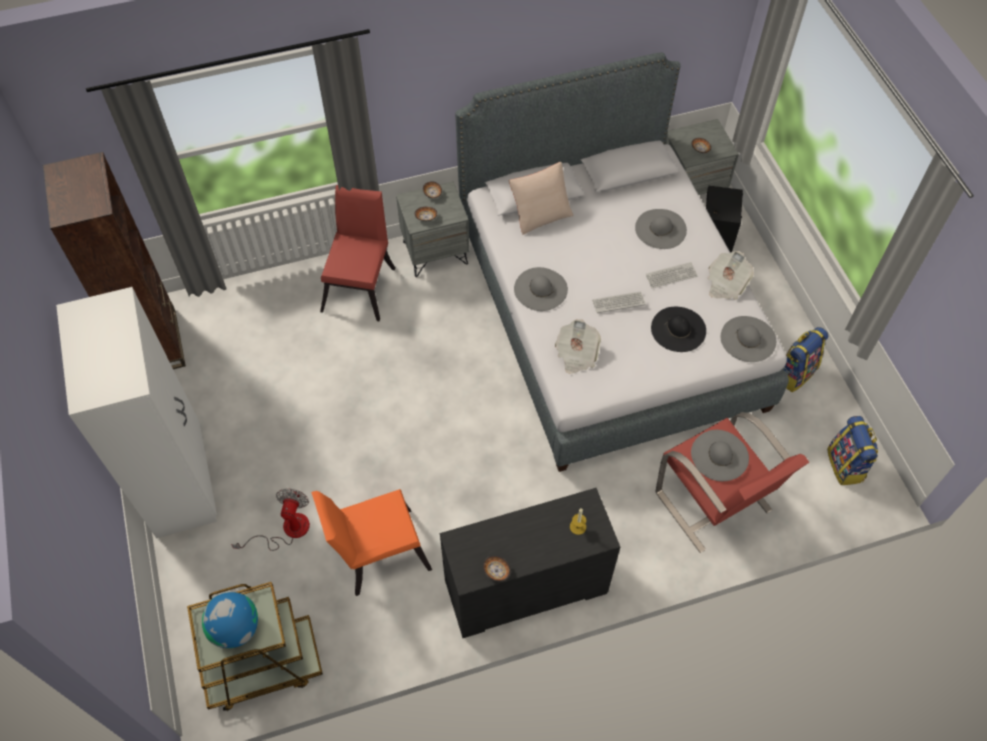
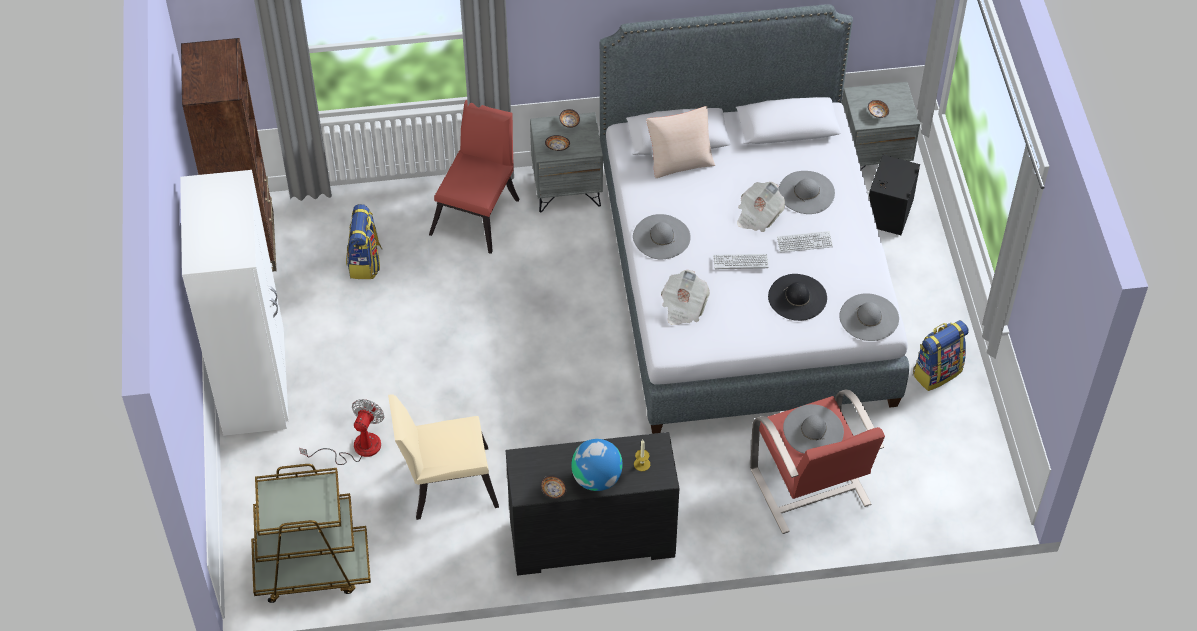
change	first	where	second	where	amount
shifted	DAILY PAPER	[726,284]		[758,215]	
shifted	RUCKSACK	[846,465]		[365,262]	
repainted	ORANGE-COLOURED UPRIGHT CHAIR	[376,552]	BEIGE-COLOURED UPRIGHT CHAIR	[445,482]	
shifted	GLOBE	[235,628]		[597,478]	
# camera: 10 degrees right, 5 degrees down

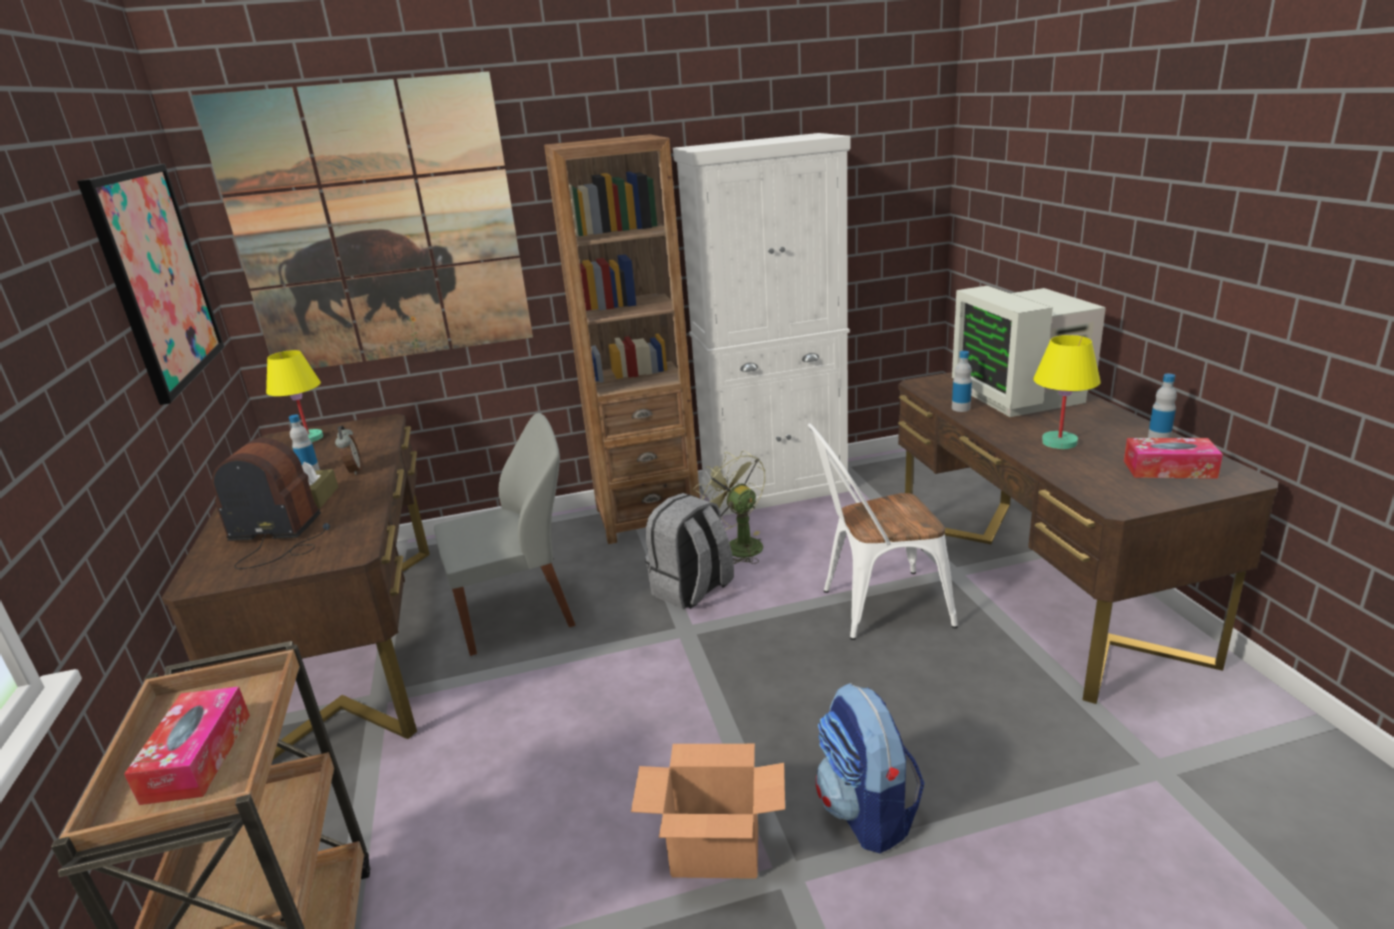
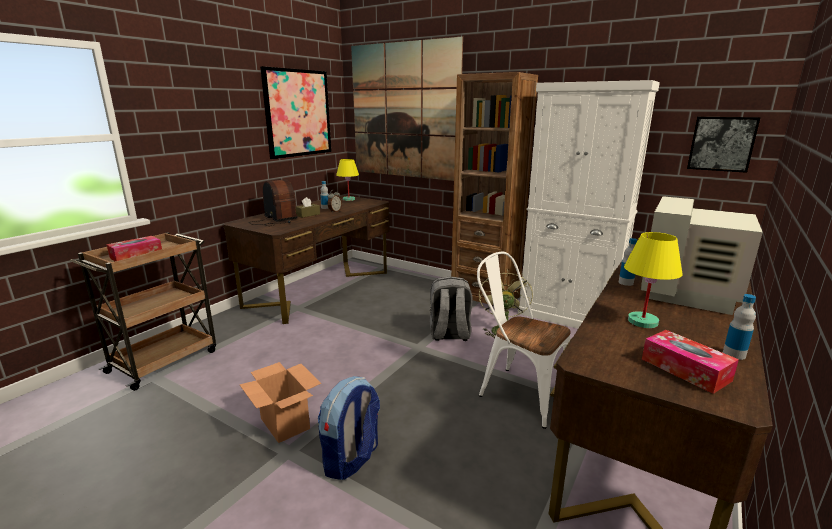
change	first	where	second	where	amount
gone	GREY UPRIGHT CHAIR	[518,614]			
new			WALL PICTURE	[721,143]	
# camera: 45 degrees right, 5 degrees down

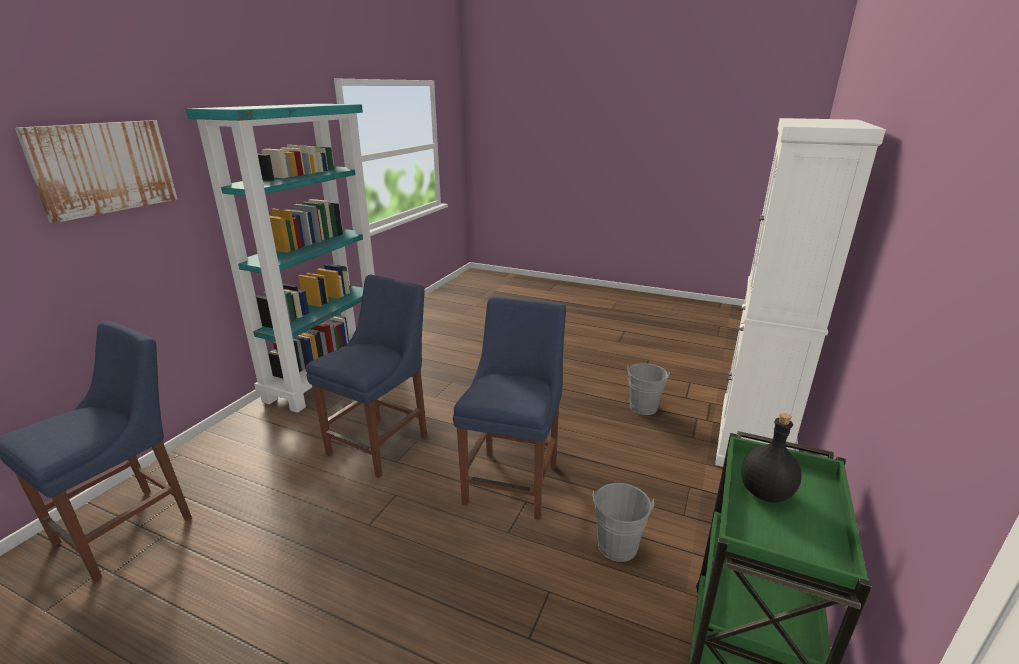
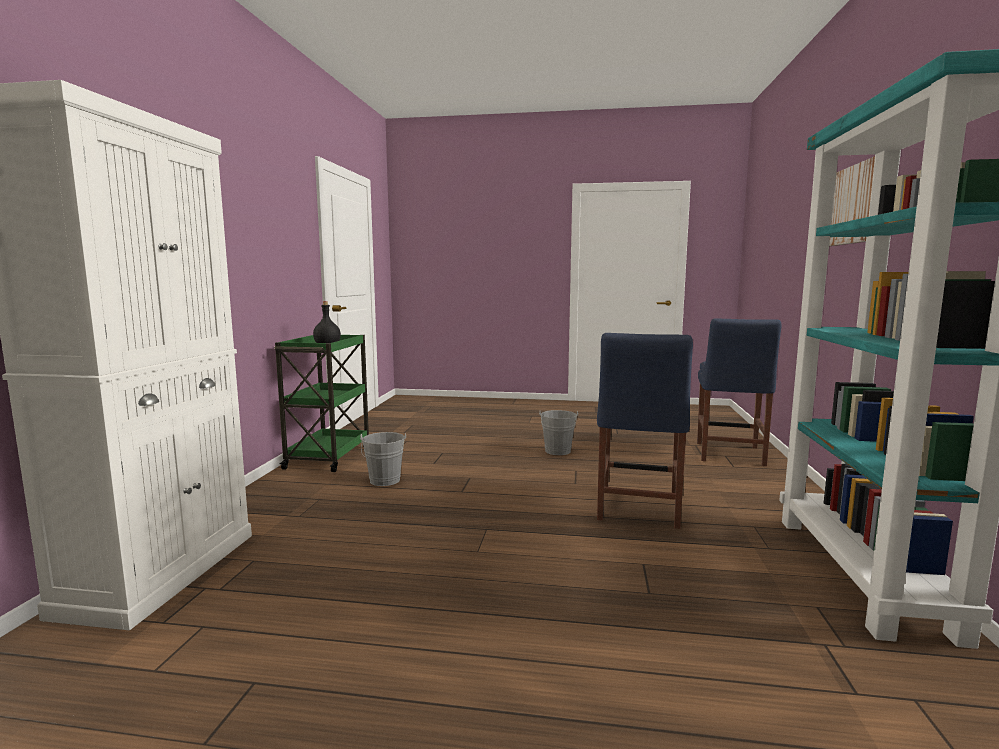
change	first	where	second	where	amount
gone	BLUE UPRIGHT CHAIR	[513,480]			
shifted	GREY PAIL	[643,405]		[557,452]	
# camera: 165 degrees right, 15 degrees down

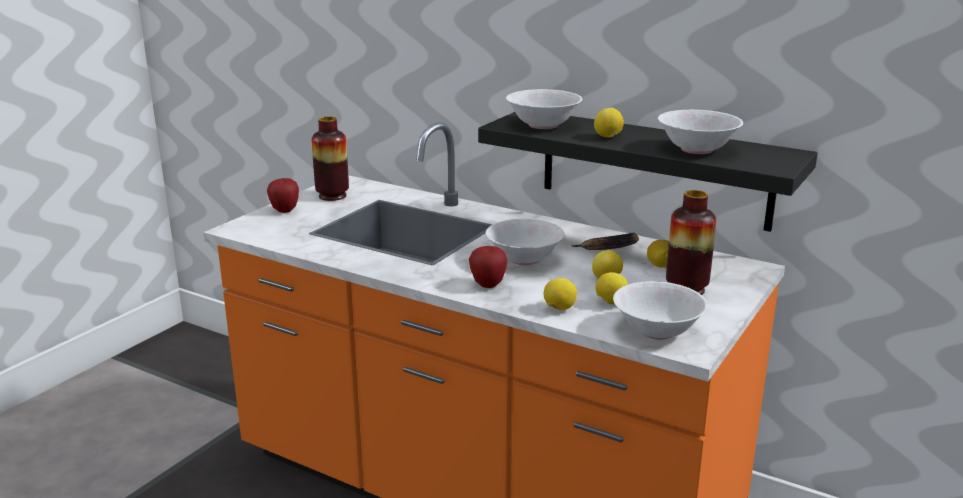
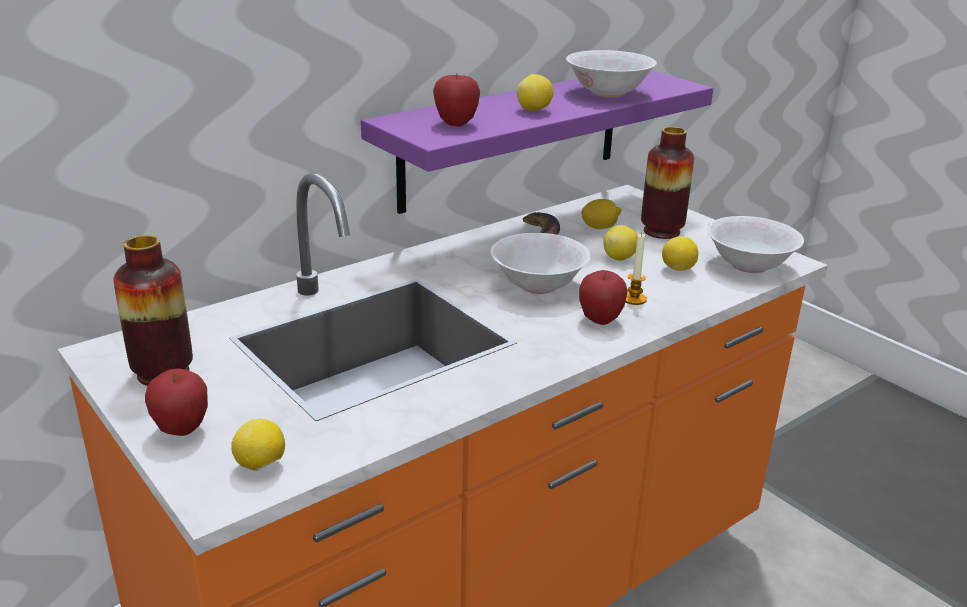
change	first	where	second	where	amount
swapped	WHITE-COLOURED DEEP DISH	[542,125]	APPLE FRUIT	[456,123]	
repainted	BLACK-COLOURED BRACKET SHELF	[654,168]	PURPLE-COLOURED BRACKET SHELF	[513,137]	
shifted	CITRUS FRUIT	[559,308]		[261,465]	
new			WAX CANDLE	[634,299]	
# camera: 70 degrees left, 5 degrees up

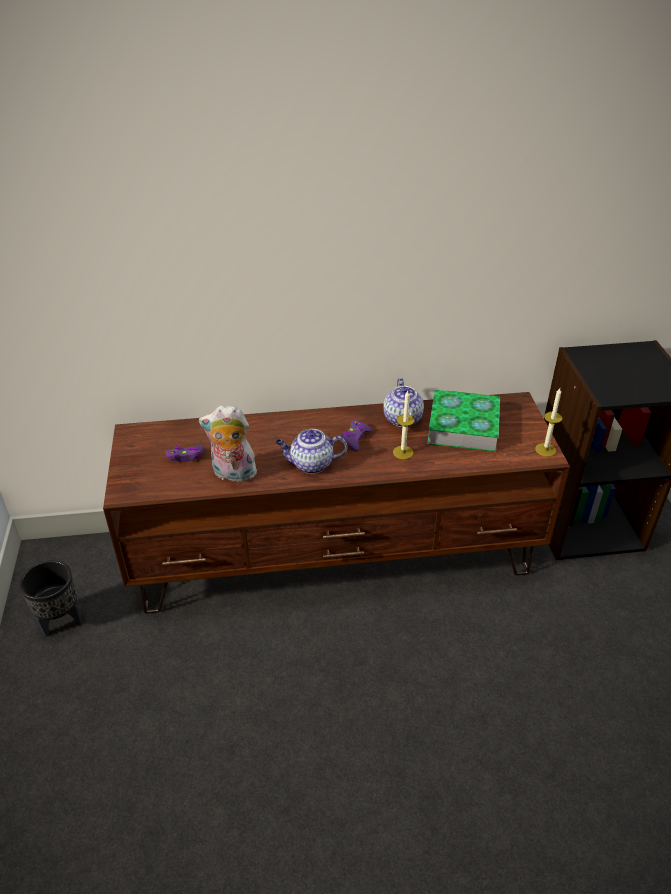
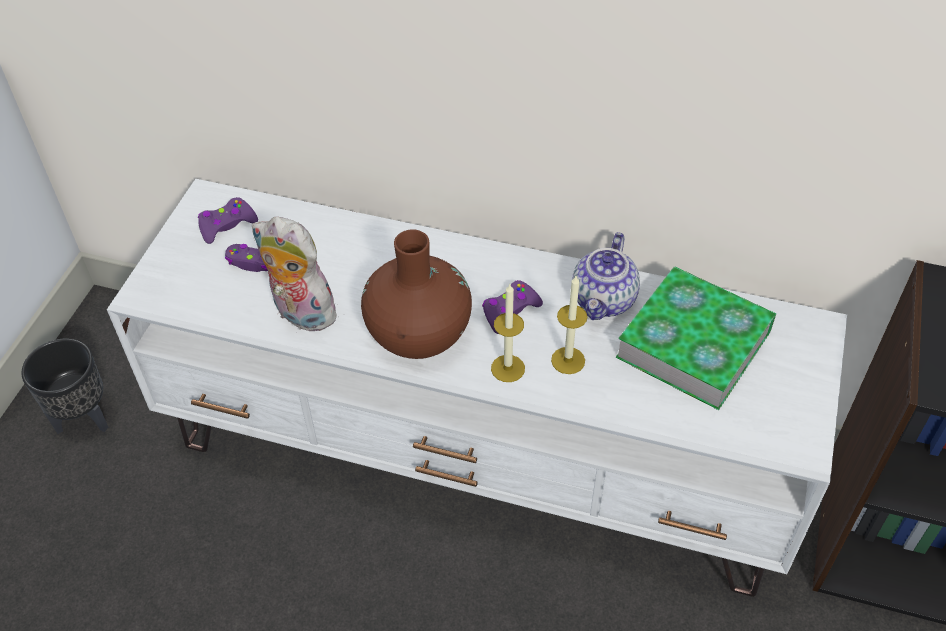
change	first	where	second	where	amount
shifted	WAX CANDLE	[545,450]		[508,368]	
repainted	BROWNISH MEDIA CONSOLE	[336,556]	WHITE-COLOURED MEDIA CONSOLE	[478,457]	
swapped	TEA POT	[311,464]	BROWNISH FLOWER VASE	[418,334]	
new			PURPLE-COLOURED GAMEPAD	[227,225]	
# camera: 25 degrees right, 10 degrees up

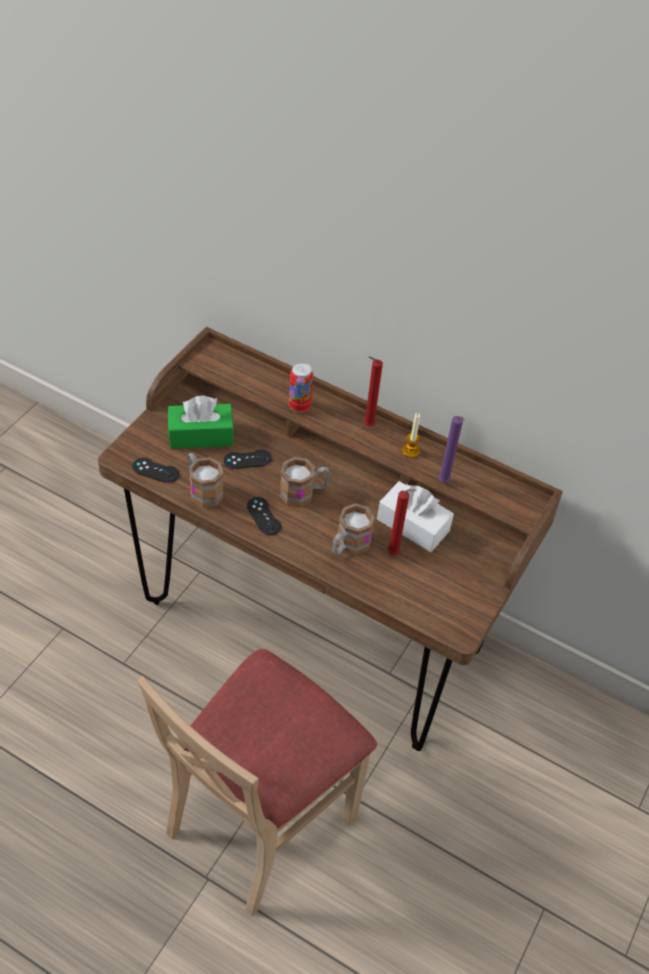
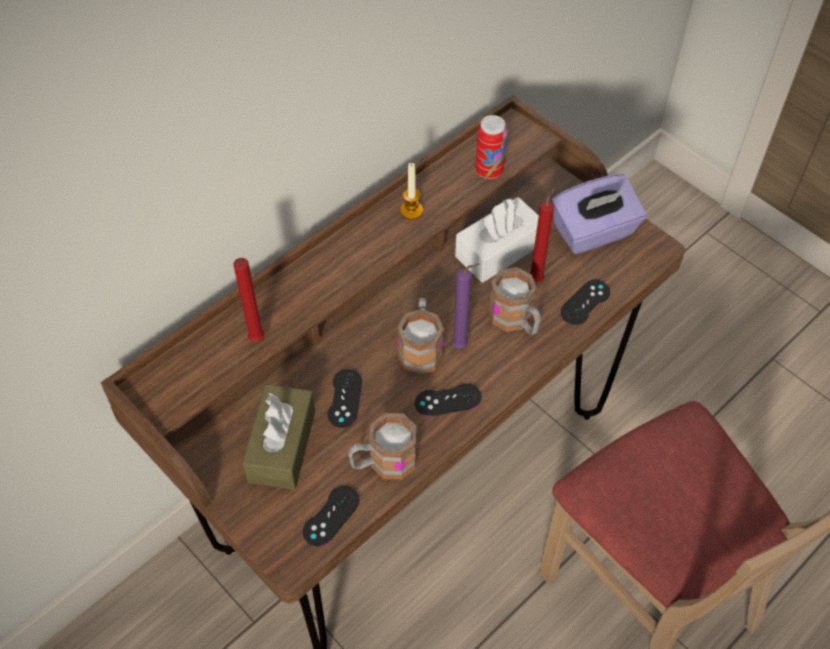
change	first	where	second	where	amount
shifted	RED-COLOURED WAX CANDLE	[367,425]		[256,341]	
shifted	CAN	[299,406]		[489,171]	
repainted	GREEN TISSUE BOX	[201,435]	BROWNISH TISSUE BOX	[282,446]	
shifted	PURPLE-COLOURED WAX CANDLE	[444,483]		[462,345]	
new			PURPLE-COLOURED TISSUE BOX	[594,232]	
new			BLACK-COLOURED GAMEPAD	[585,302]	
# camera: 70 degrees left, 5 degrees up

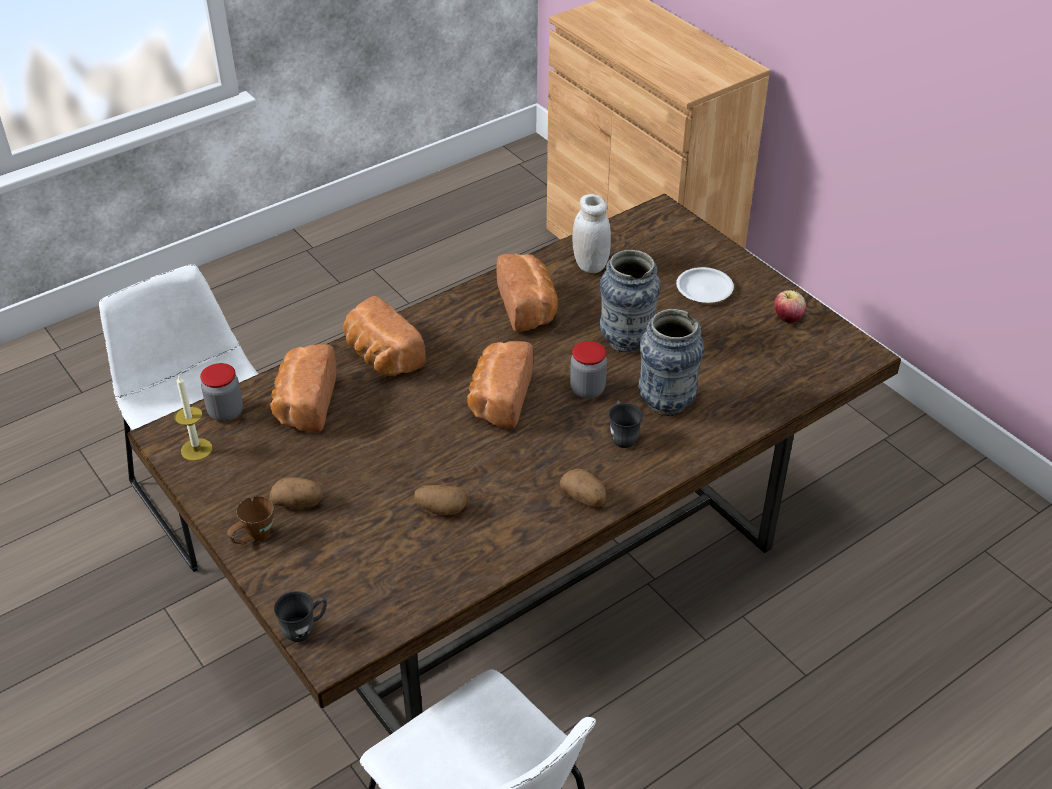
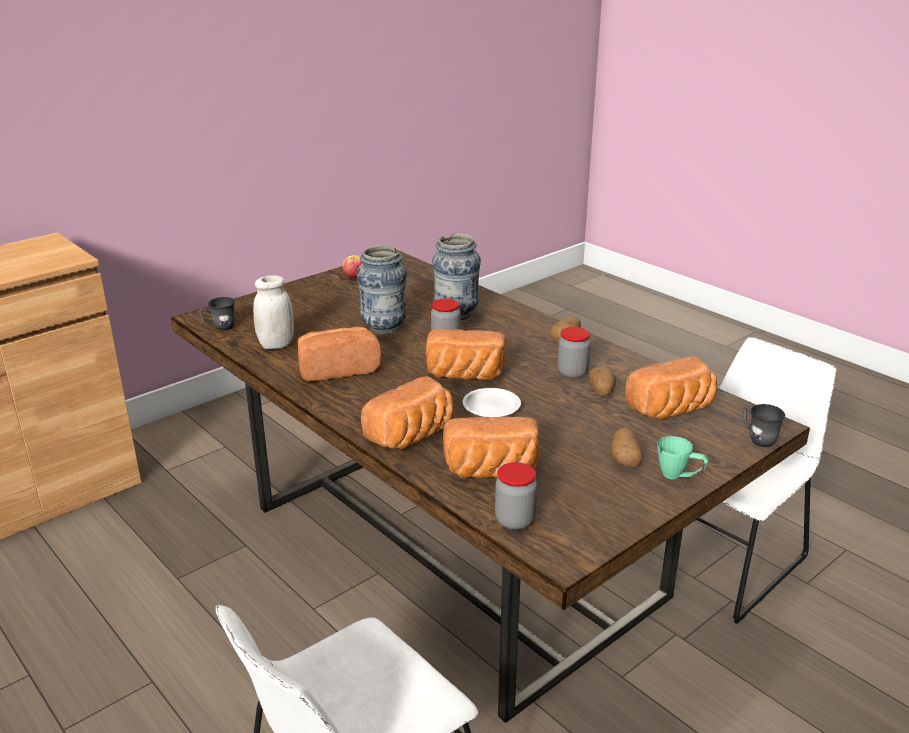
change	first	where	second	where	amount
shifted	WHITE-COLOURED PLATE	[704,288]		[491,407]	
gone	WAX CANDLE	[196,449]			
shifted	GREY COFFEE MUG	[622,436]		[219,327]	
repainted	BROWNISH COFFEE MUG	[253,539]	GREEN COFFEE MUG	[679,477]	
new			STORAGE JAR	[572,373]	
new			BAKED BREAD	[673,410]	
# camera: 95 degrees left, 15 degrees down

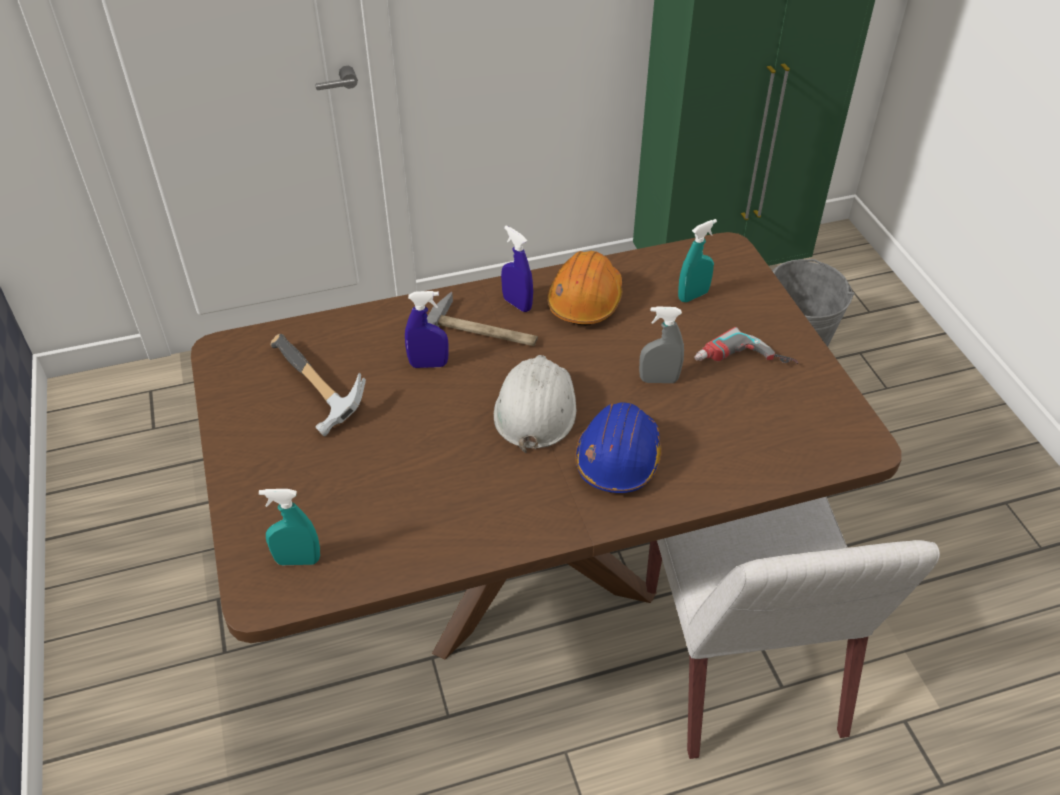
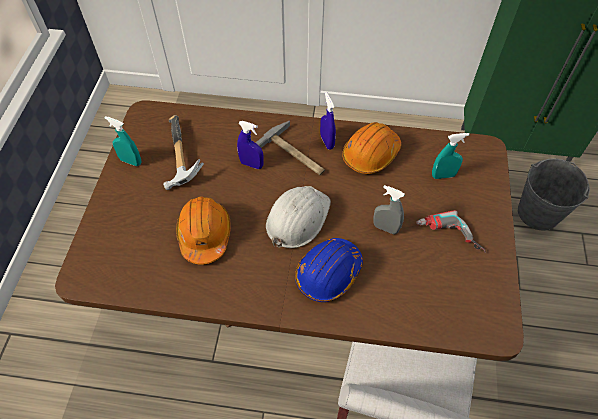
change	first	where	second	where	amount
shifted	BLUE-GREEN SPRAY BOTTLE	[298,560]		[131,161]	
new			ORANGE-COLOURED WORK HELMET	[204,234]	
# camera: 25 degrees right, 10 degrees up

